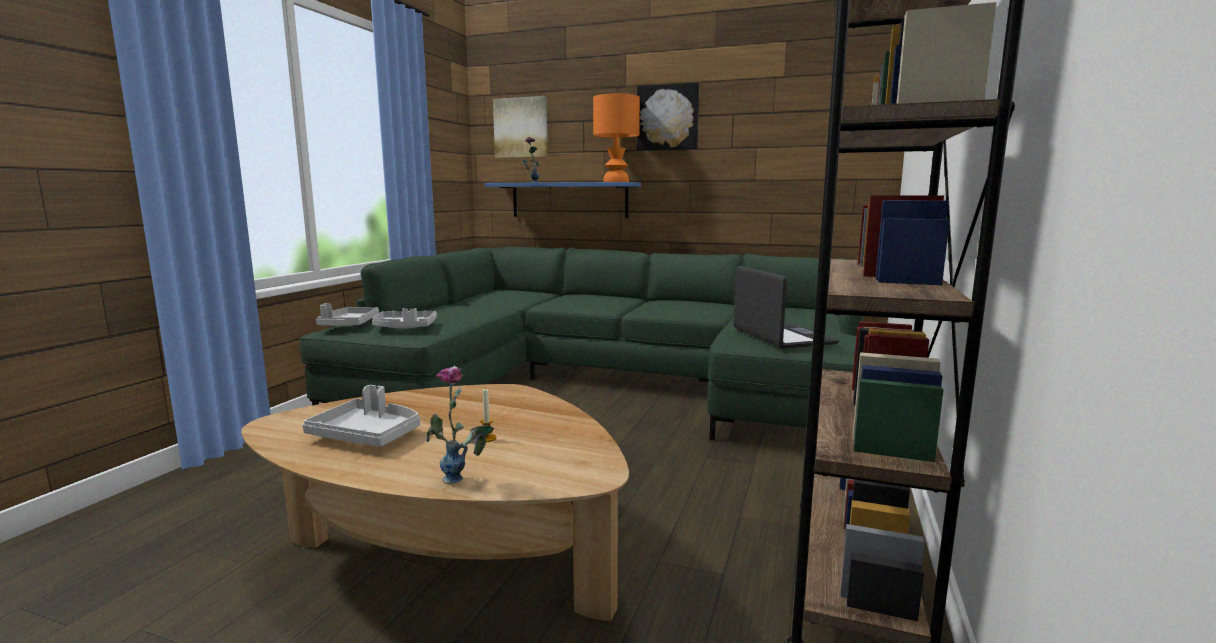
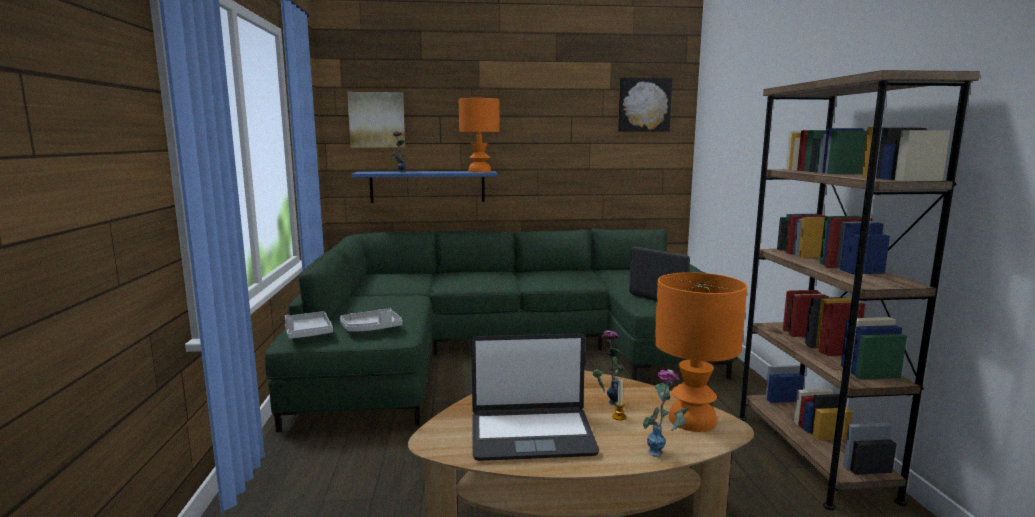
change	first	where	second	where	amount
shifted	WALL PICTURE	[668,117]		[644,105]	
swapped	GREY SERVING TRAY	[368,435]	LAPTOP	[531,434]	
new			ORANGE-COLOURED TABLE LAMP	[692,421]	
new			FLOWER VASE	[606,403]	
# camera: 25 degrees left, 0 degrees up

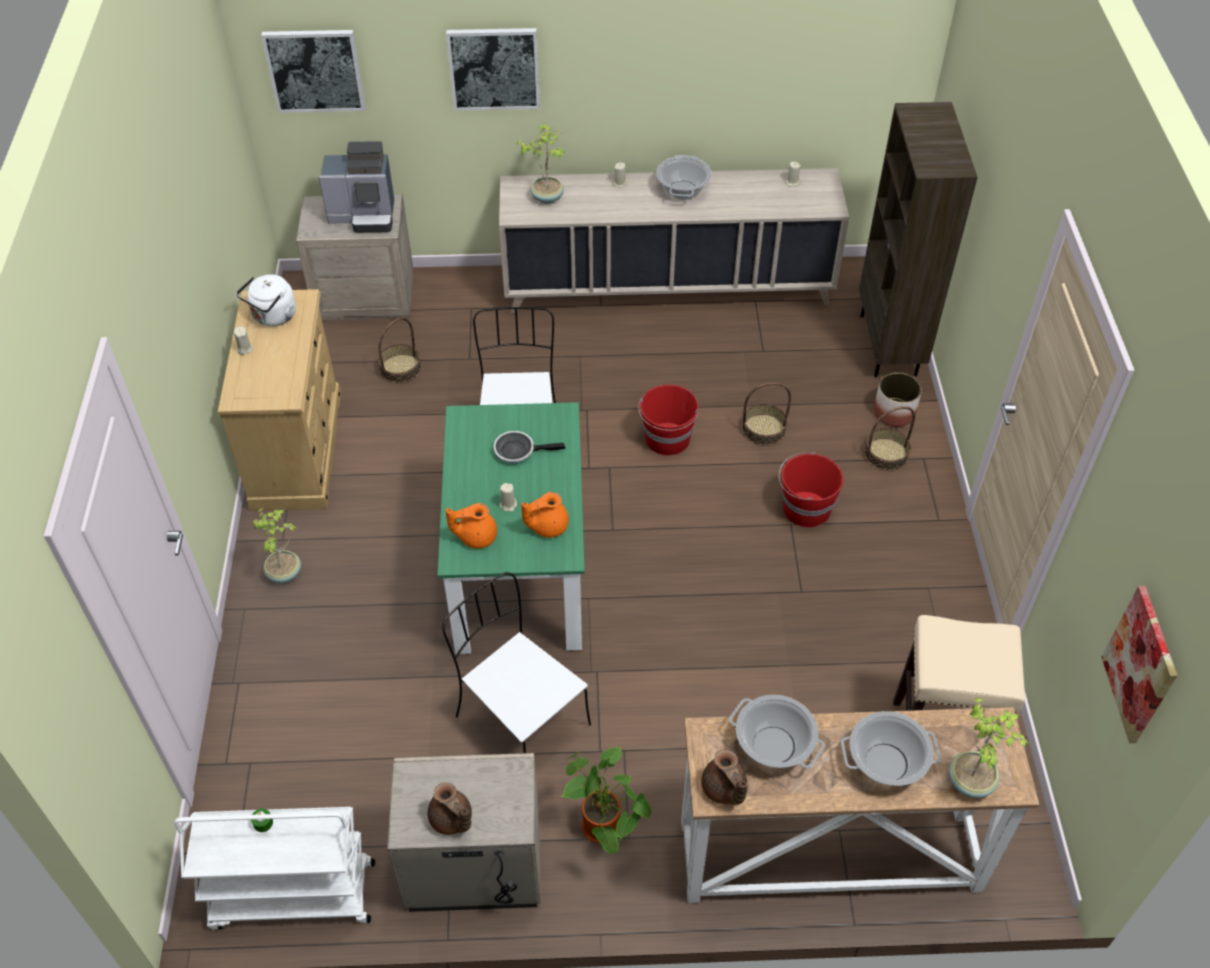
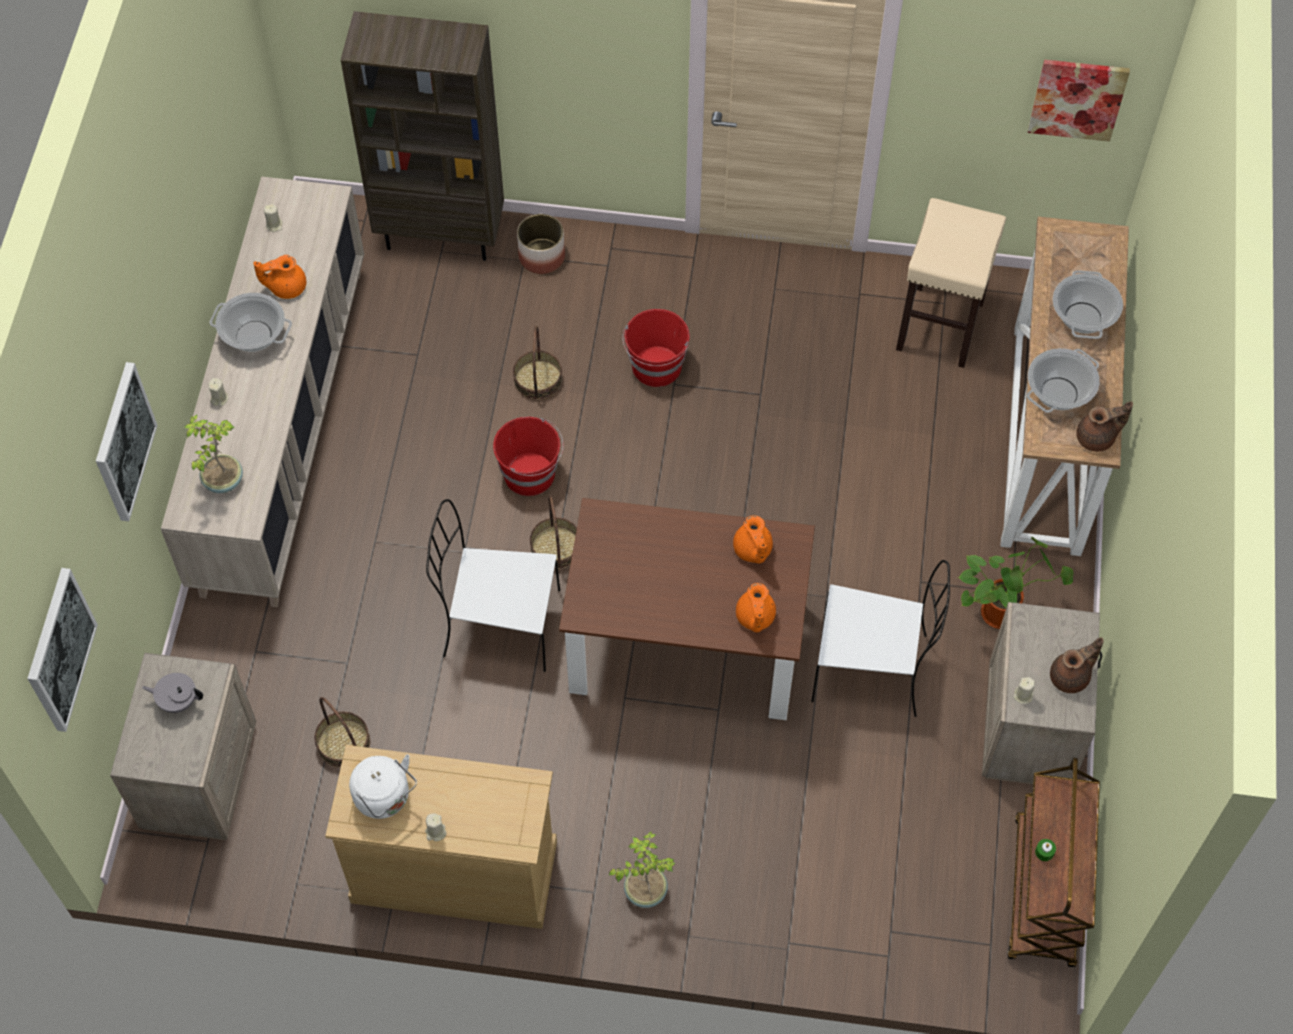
change	first	where	second	where	amount
swapped	COFFEE MACHINE	[364,216]	GREY TEA POT	[177,700]	
repainted	GREEN KITCHEN TABLE	[519,570]	BROWNISH KITCHEN TABLE	[686,647]	
shifted	STORAGE BASKET	[886,454]		[555,548]	
gone	SKILLET	[518,451]			
shifted	BEIGE-COLOURED WAX CANDLE	[508,505]		[1023,695]	
rotated	WHITE-COLOURED UPRIGHT CHAIR	[520,719]		[873,668]	135 degrees counterclockwise
gone	HOUSEPLANT	[971,781]			
repainted	WHITE-COLOURED WHEELED CART	[292,896]	BROWNISH WHEELED CART	[1044,893]	
new			ORANGE-COLOURED TEA POT	[286,287]	
# camera: 80 degrees left, 10 degrees up

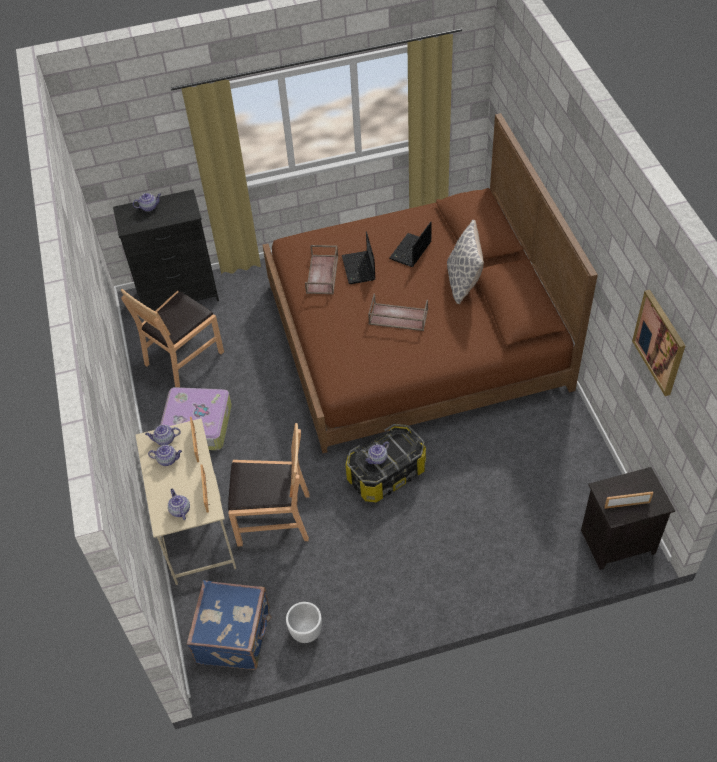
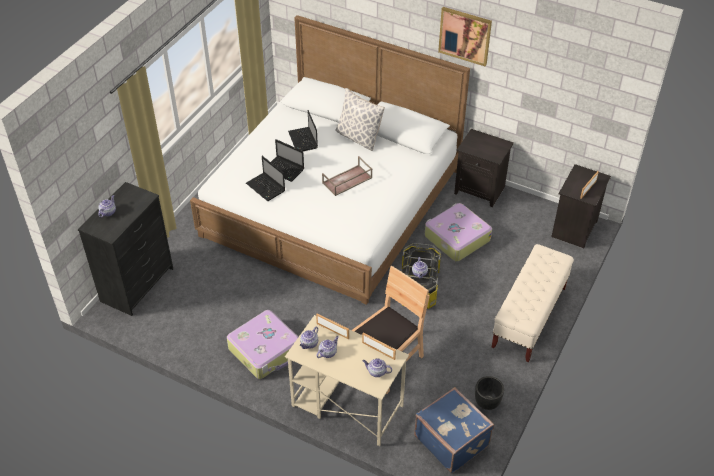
change	first	where	second	where	amount
repainted	BROWNISH BED	[415,334]	WHITE-COLOURED BED	[332,201]	
swapped	BROWNISH SERVING TRAY	[323,275]	LAPTOP	[266,188]	
gone	BROWNISH UPRIGHT CHAIR	[183,357]			
shifted	WALL PICTURE	[660,342]		[465,35]	
repainted	WHITE-COLOURED PLANTER	[305,632]	BLACK-COLOURED PLANTER	[487,403]	
new			BLACK-COLOURED BEDSIDE TABLE	[480,190]	
new			SUITCASE	[456,238]	
new			BEIGE-COLOURED LONG SEAT	[529,317]	
# camera: 50 degrees left, 5 degrees down

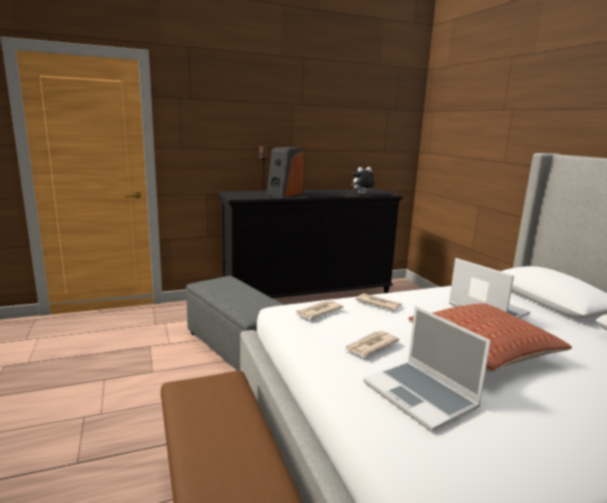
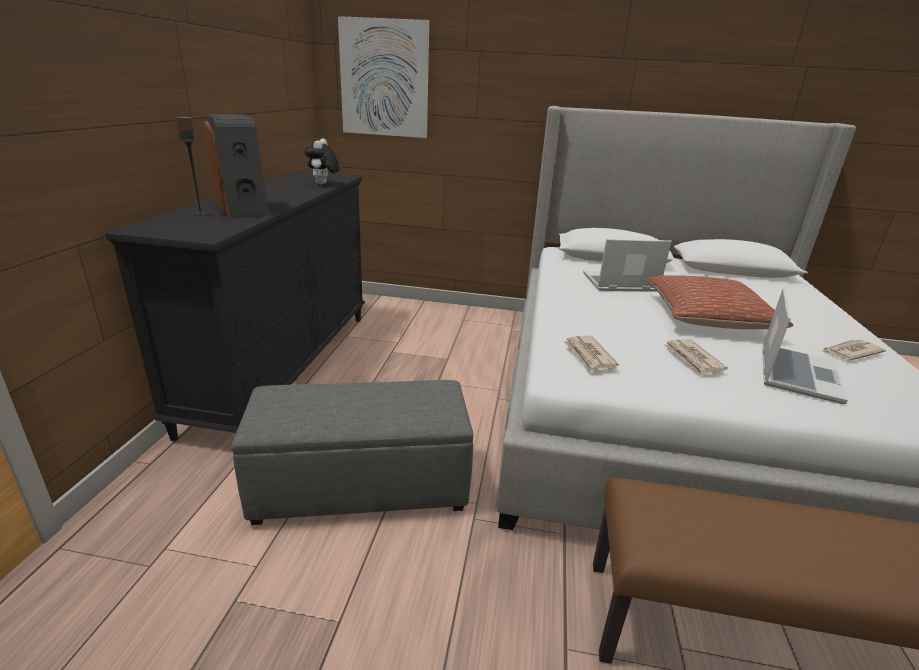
change	first	where	second	where	amount
shifted	DAILY PAPER	[378,303]		[850,352]	
rotated	LAPTOP	[421,396]		[796,374]	60 degrees counterclockwise
new			WALL PICTURE	[384,79]	
# camera: 60 degrees left, 10 degrees up

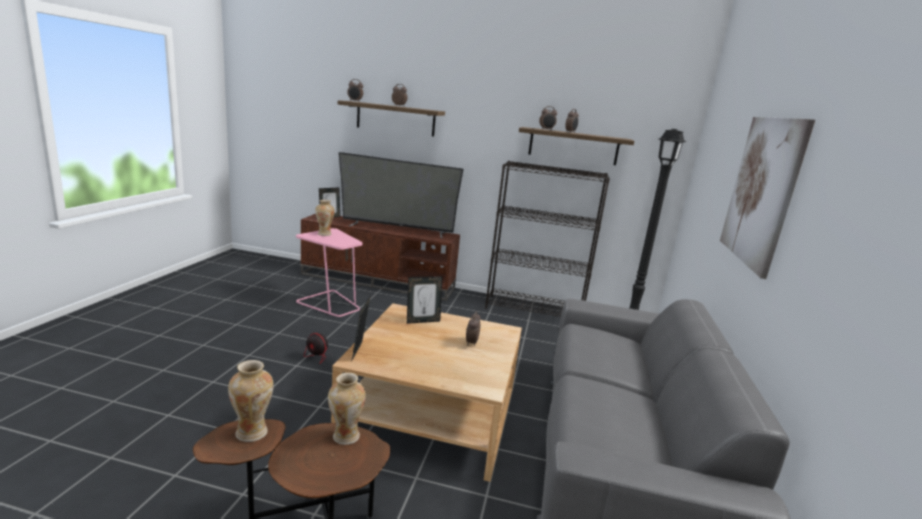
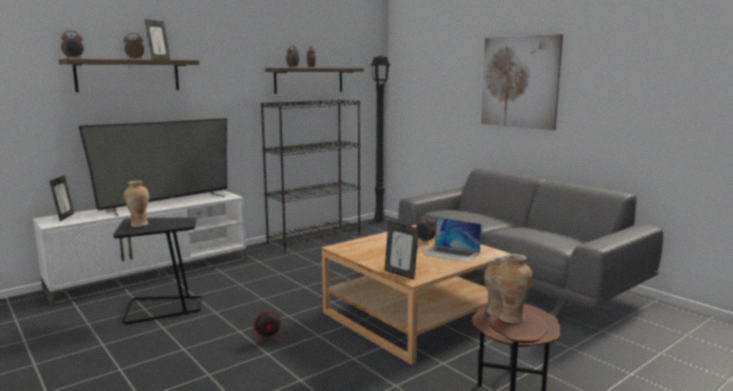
change	first	where	second	where	amount
repainted	BROWNISH MEDIA CONSOLE	[379,281]	WHITE-COLOURED MEDIA CONSOLE	[153,274]	
repainted	PINKISH ACCENT TABLE	[330,304]	BLACK-COLOURED ACCENT TABLE	[162,308]	
shifted	PHOTO FRAME	[422,321]		[159,59]	
new			LAPTOP	[451,253]	
# camera: 50 degrees left, 5 degrees down

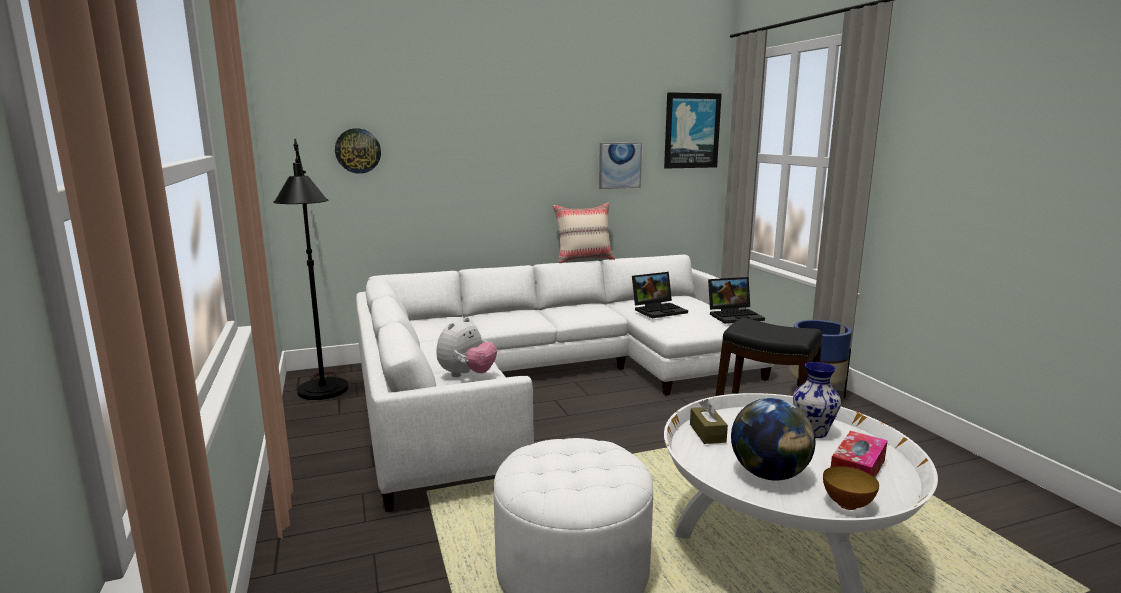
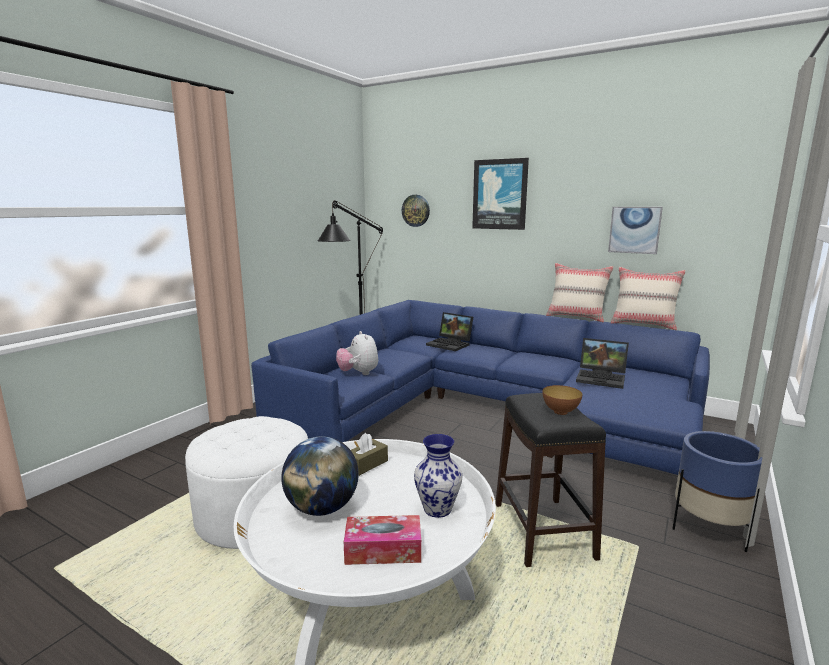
change	first	where	second	where	amount
shifted	WALL PICTURE	[691,130]		[500,194]	
repainted	WHITE-COLOURED COUCH	[546,381]	BLUE COUCH	[483,410]	
shifted	LAPTOP	[735,316]		[451,344]	
rotated	SOFT TOY	[467,375]		[358,373]	75 degrees clockwise
shifted	DEEP DISH	[847,505]		[560,412]	
new			BEIGE-COLOURED THROW PILLOW	[643,324]	
# camera: 50 degrees right, 0 degrees up

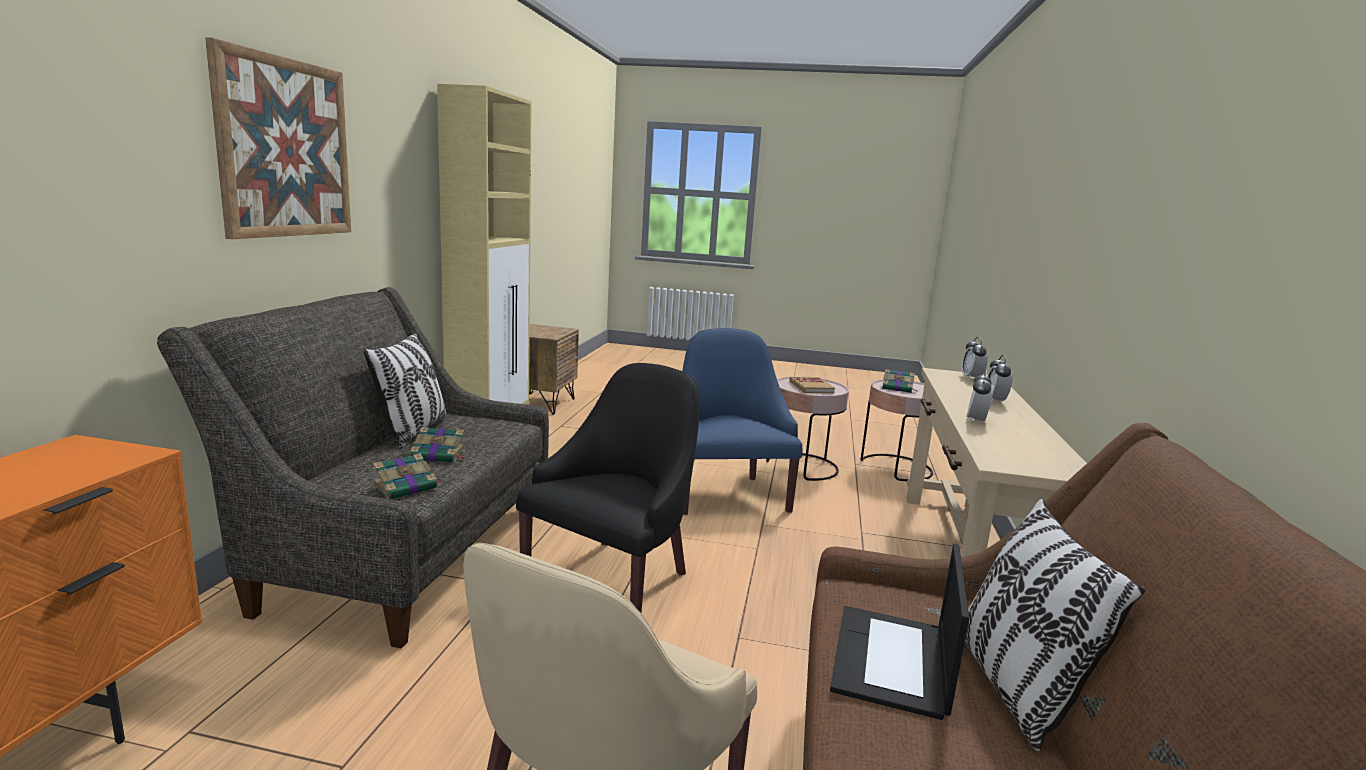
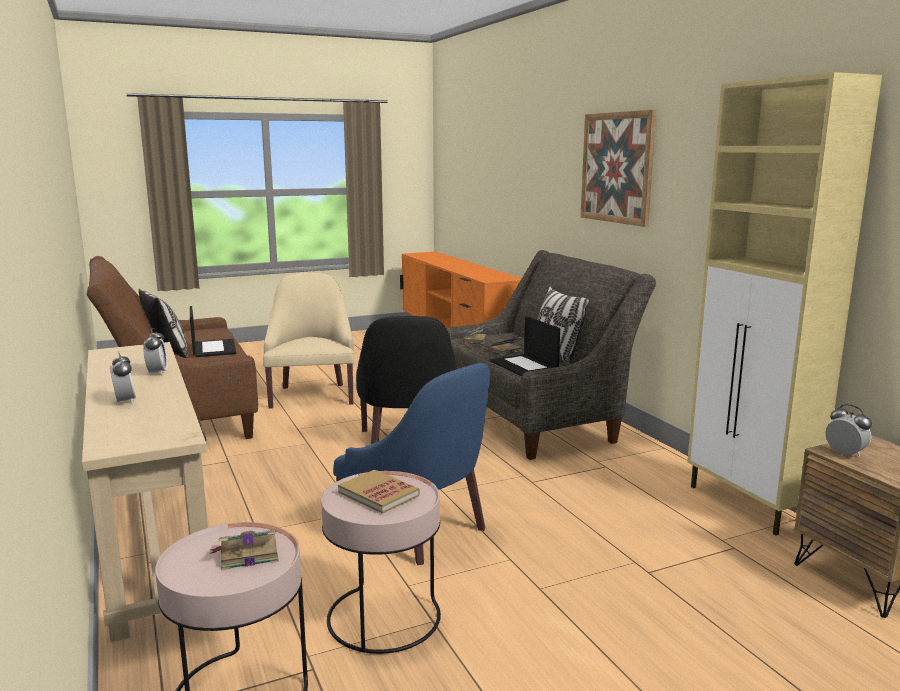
change	first	where	second	where	amount
shifted	ALARM CLOCK	[971,378]		[845,454]	
new			LAPTOP	[525,366]	
# camera: 145 degrees right, 0 degrees up

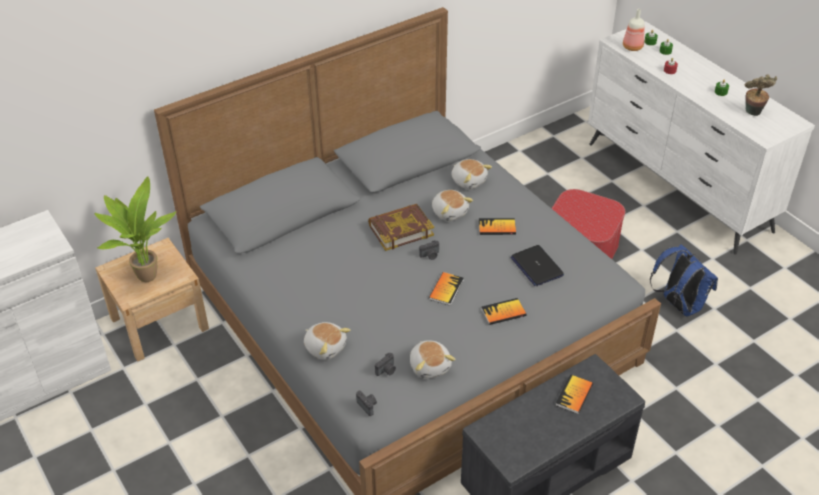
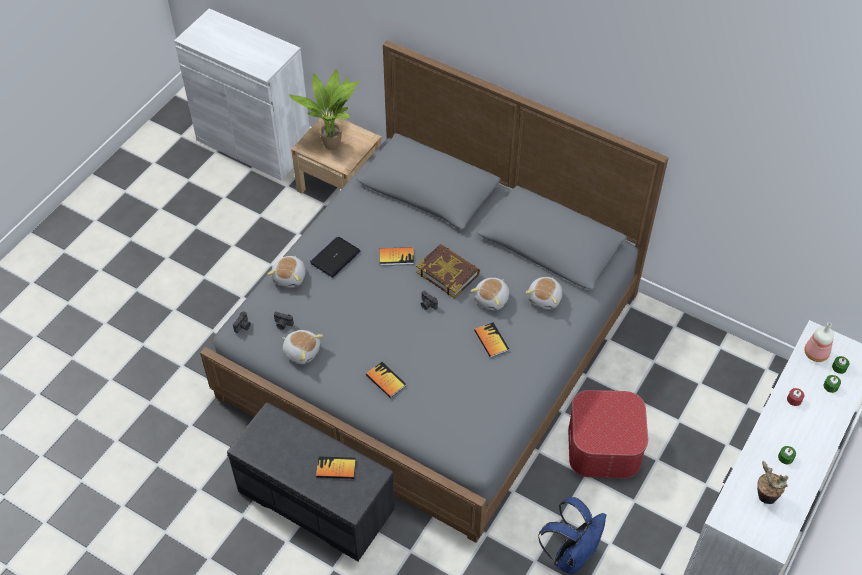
change	first	where	second	where	amount
shifted	LAPTOP	[536,266]		[335,257]	
shifted	VOLUME	[446,289]		[396,257]	
rotated	SOFT TOY	[430,366]		[302,351]	105 degrees counterclockwise
# camera: 65 degrees right, 10 degrees up

